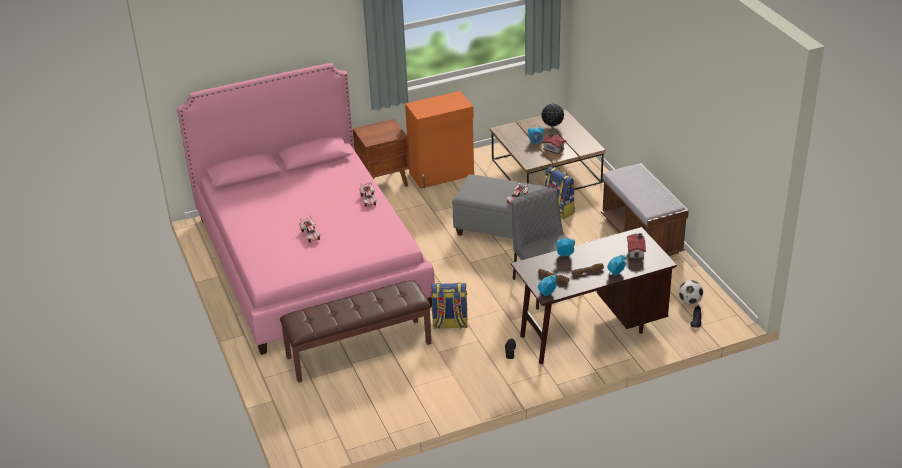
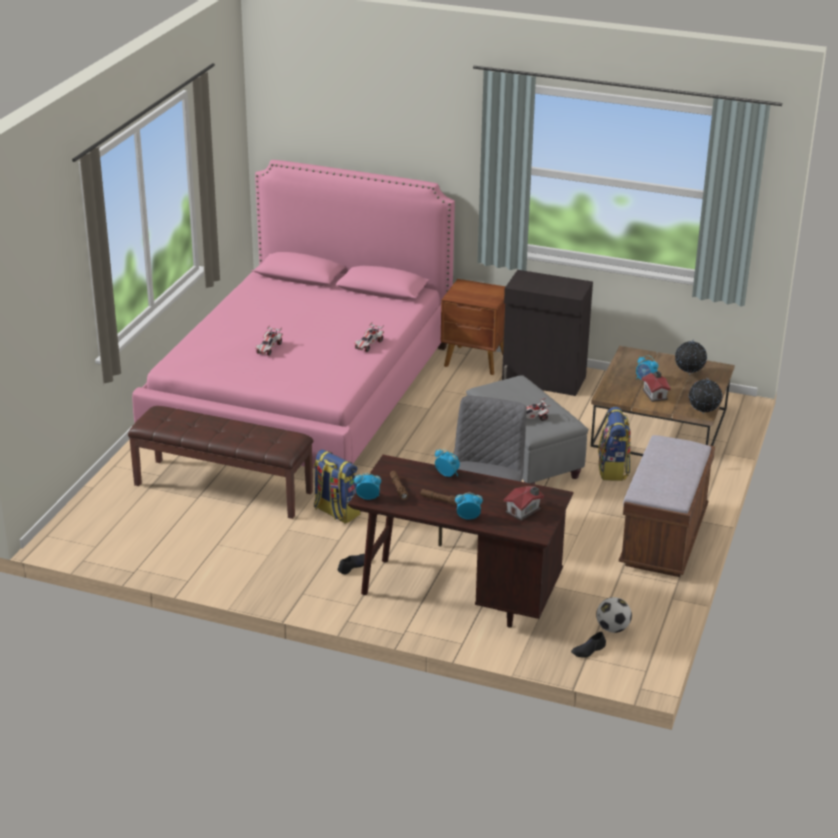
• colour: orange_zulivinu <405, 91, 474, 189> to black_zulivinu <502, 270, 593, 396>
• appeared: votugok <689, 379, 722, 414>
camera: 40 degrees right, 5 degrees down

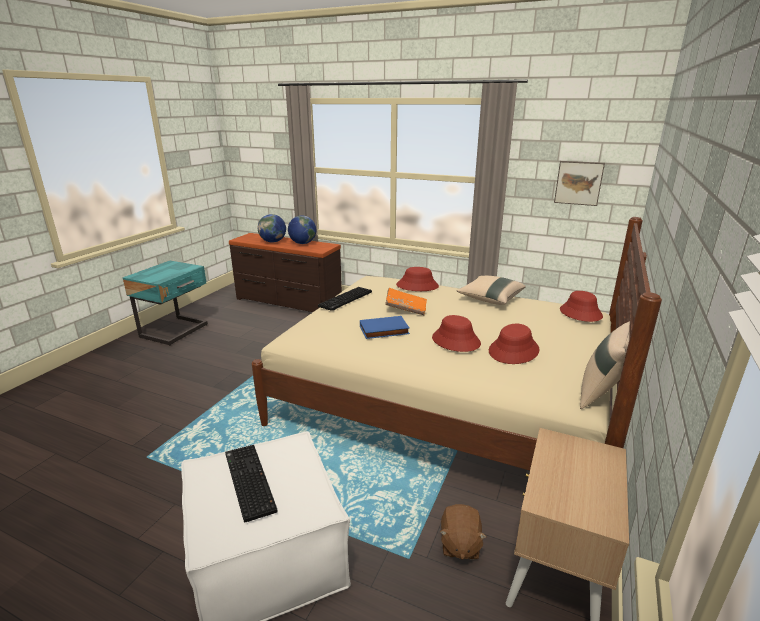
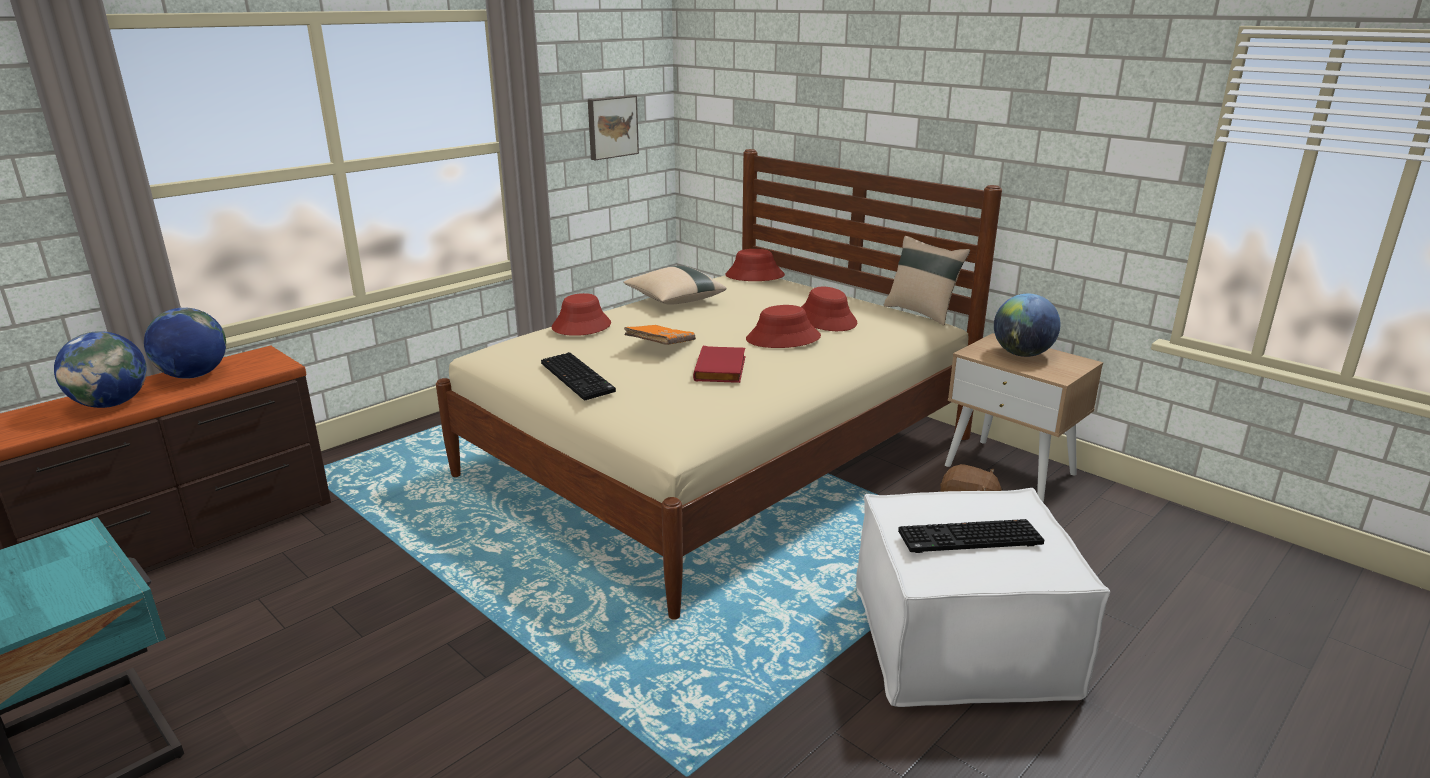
• colour: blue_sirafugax <360, 316, 410, 339> to red_sirafugax <693, 346, 745, 383>
• appeared: votugok <994, 294, 1060, 357>
camera: 70 degrees left, 0 degrees up

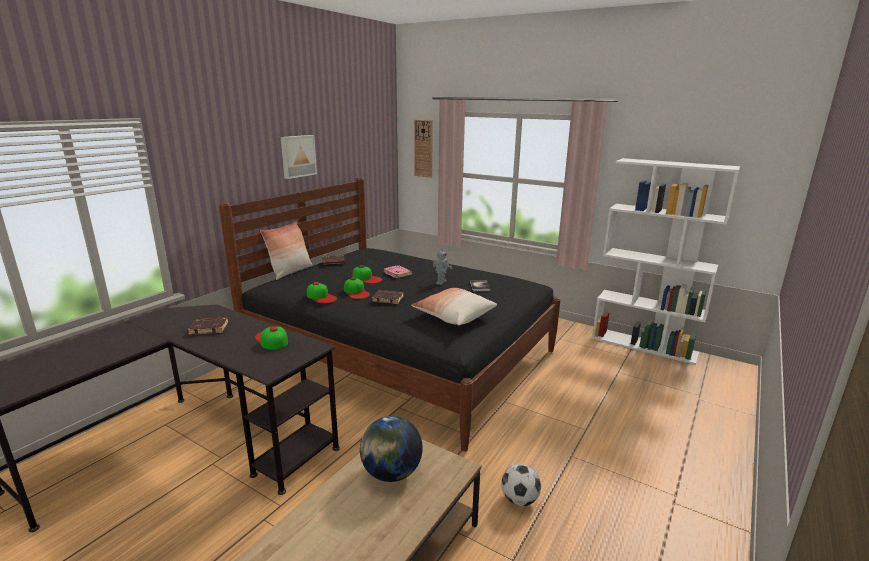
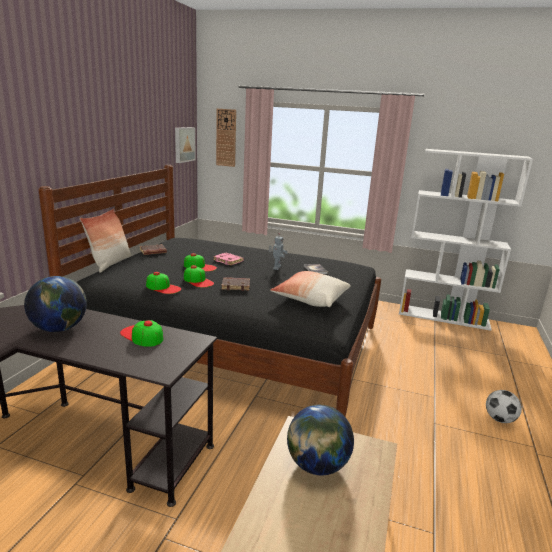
• exchanged: brown_sirafugax <188, 318, 228, 335> to votugok <24, 276, 87, 332>
• relocated: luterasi <281, 135, 317, 179> to <175, 127, 195, 163>
• relocated: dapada <501, 464, 541, 506> to <486, 390, 522, 423>
camera: 15 degrees left, 0 degrees up

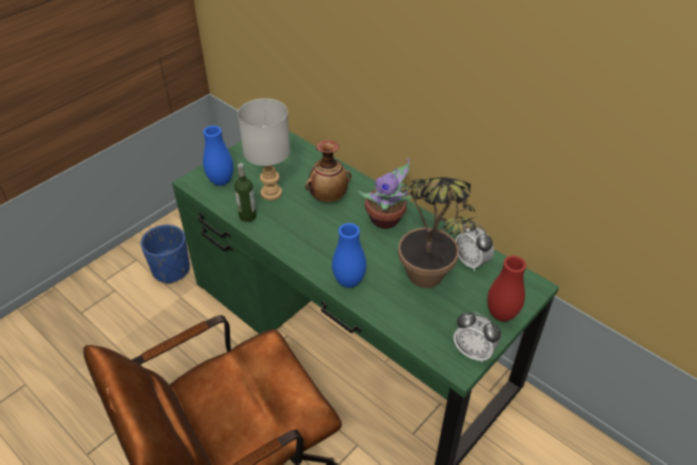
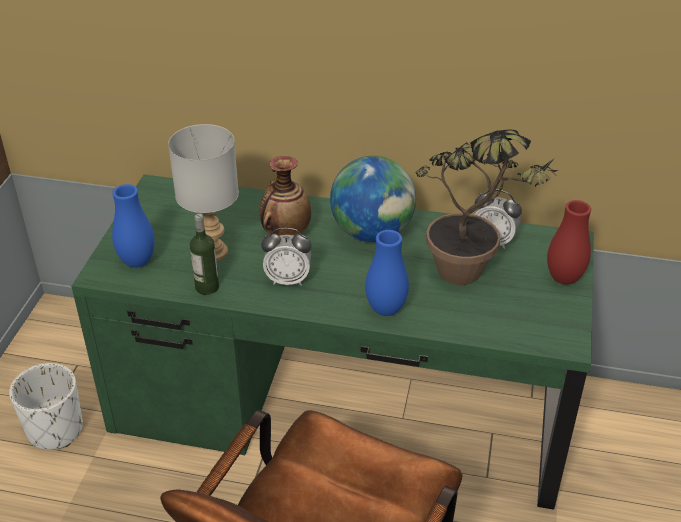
• colour: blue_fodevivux <141, 225, 190, 284> to white_fodevivux <9, 363, 83, 450>
• relocated: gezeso <453, 312, 501, 363> to <261, 228, 312, 285>
• exchanged: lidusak <358, 158, 413, 229> to votugok <330, 156, 416, 242>
camera: 30 degrees left, 5 degrees down

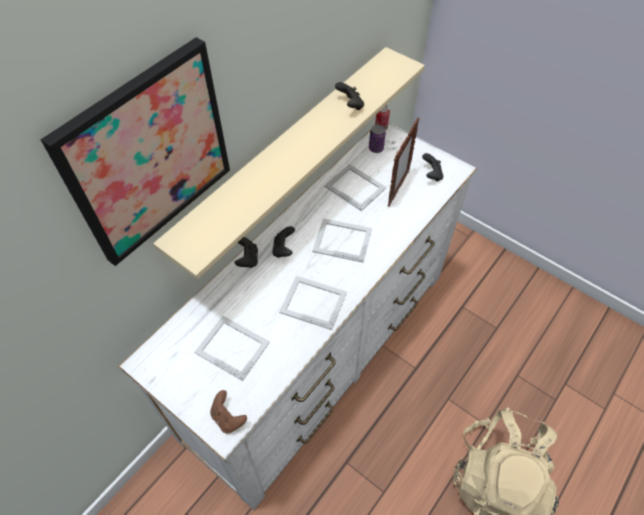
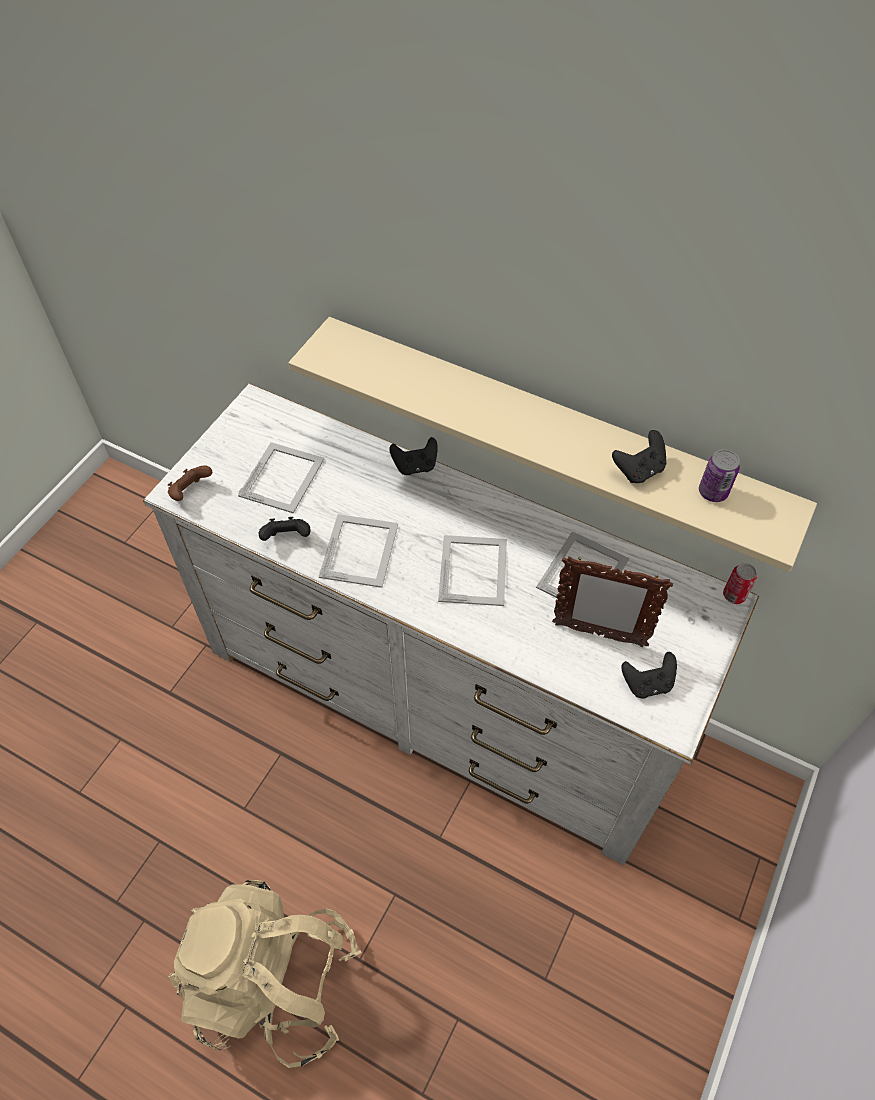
• relocated: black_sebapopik <272, 226, 295, 258> to <259, 517, 311, 541>
• relocated: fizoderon <369, 125, 386, 153> to <699, 449, 740, 502>
• missing: luterasi <41, 37, 230, 266>
camera: 80 degrees right, 0 degrees up

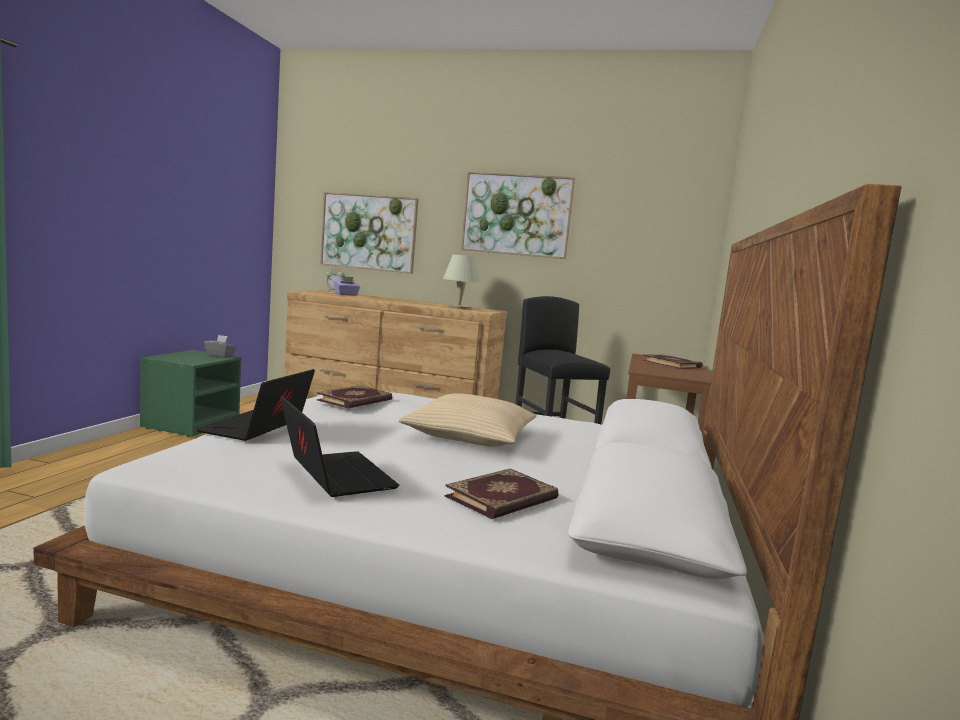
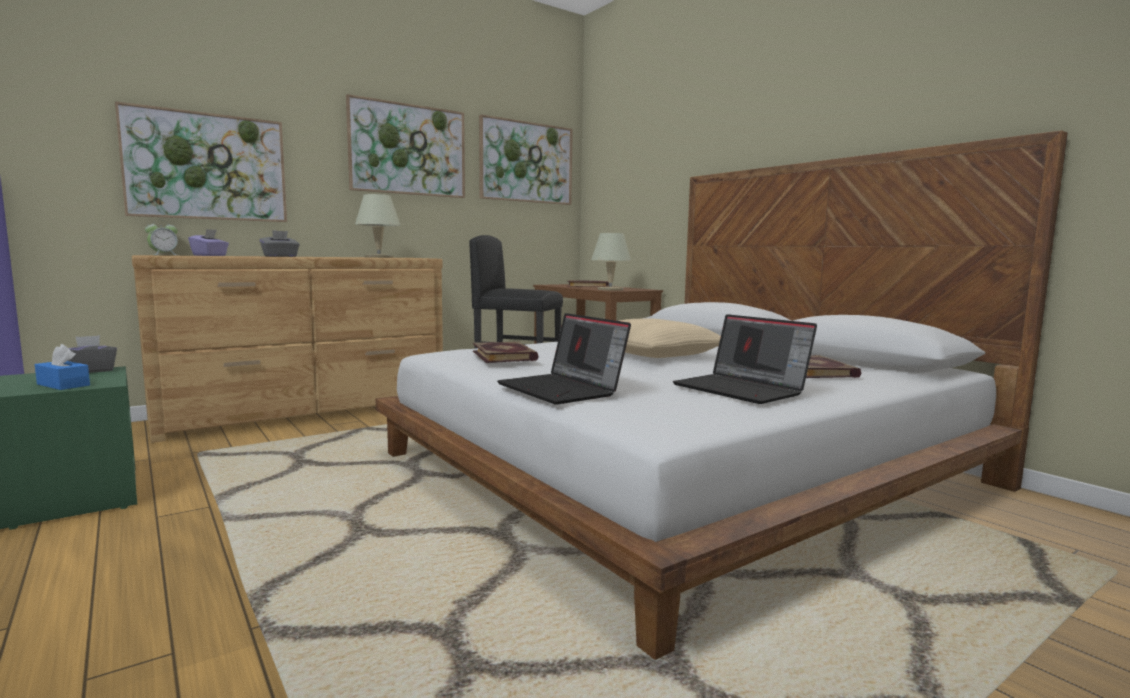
• appeared: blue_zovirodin <35, 344, 90, 390>
• appeared: grey_zovirodin <260, 230, 300, 257>
• appeared: luterasi <479, 114, 573, 205>
• appeared: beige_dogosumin <591, 233, 631, 291>
• spun: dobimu <280, 396, 400, 497> = <673, 314, 817, 404> 135 degrees counterclockwise
camera: 50 degrees left, 0 degrees up

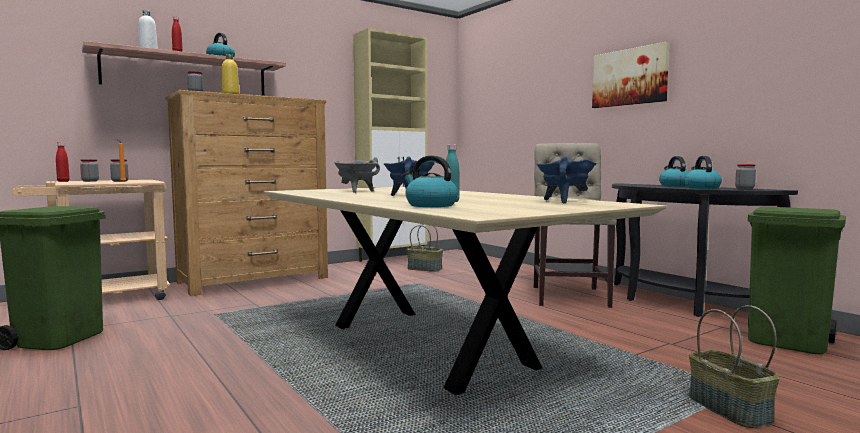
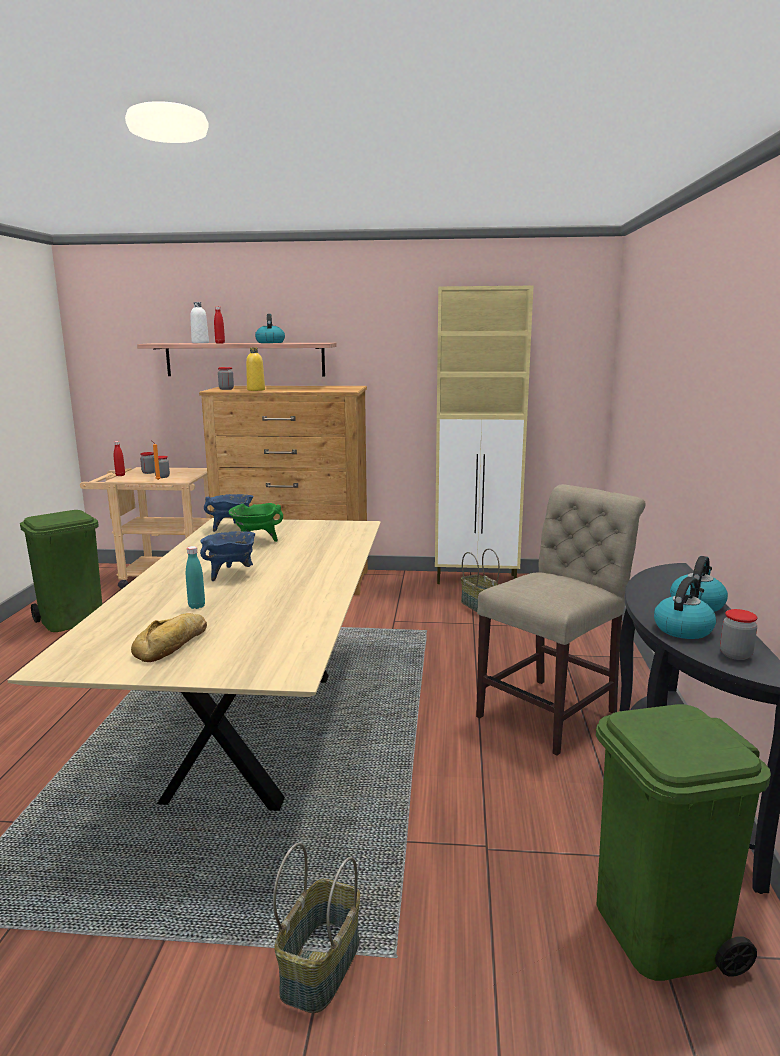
• appeared: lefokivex <131, 613, 207, 662>
• relocated: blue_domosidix <537, 156, 596, 203> to <204, 494, 253, 532>
• colour: grey_domosidix <334, 157, 380, 193> to green_domosidix <229, 503, 283, 542>
• missing: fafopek <403, 155, 458, 207>
• missing: luterasi <592, 42, 669, 108>
camera: 40 degrees right, 10 degrees up

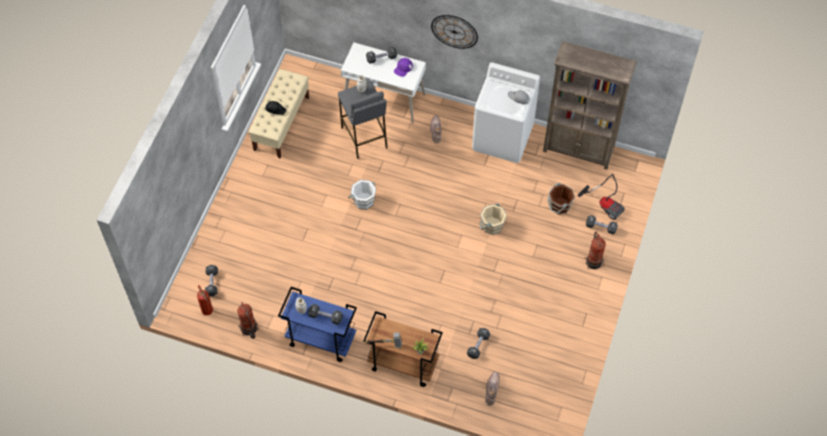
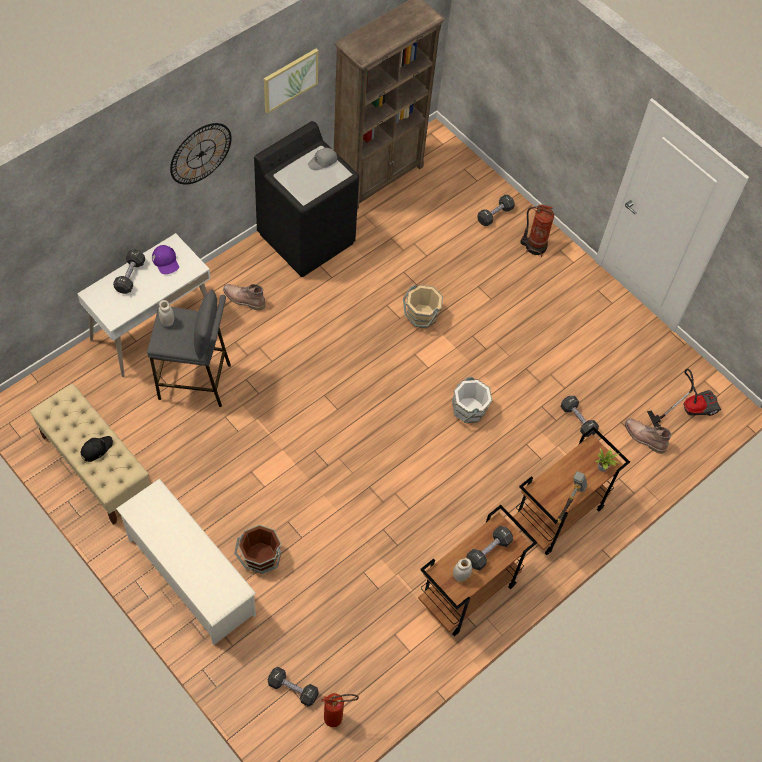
• appeared: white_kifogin <116, 479, 256, 645>
• relocated: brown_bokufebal <548, 183, 575, 215> to <234, 525, 281, 574>
• colour: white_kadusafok <472, 62, 540, 163> to black_kadusafok <254, 121, 359, 277>
• appeared: luterasi <264, 49, 318, 114>
• colour: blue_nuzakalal <278, 287, 357, 362> to brown_nuzakalal <418, 505, 538, 636>
• relocated: white_bokufebal <348, 179, 376, 210> to <452, 377, 492, 423>
• relocated: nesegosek <577, 174, 625, 220> to <647, 369, 721, 427>
• missing: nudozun <237, 302, 259, 339>
camera: 65 degrees left, 0 degrees up

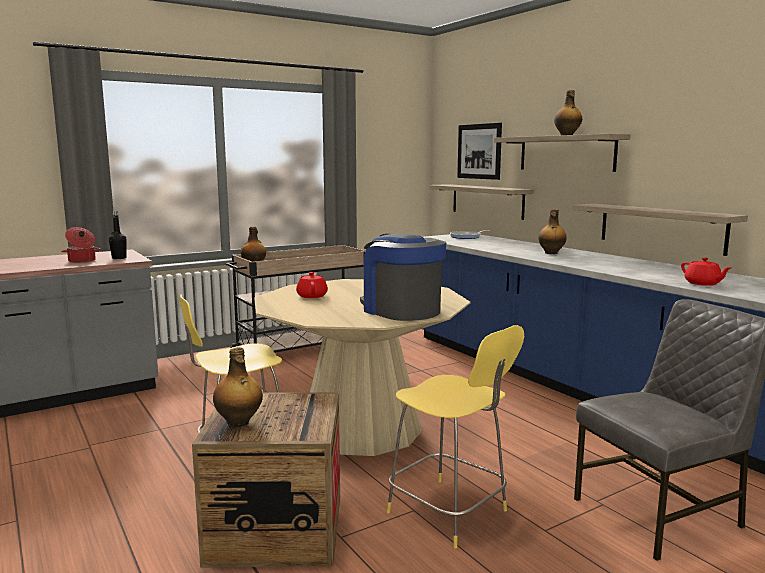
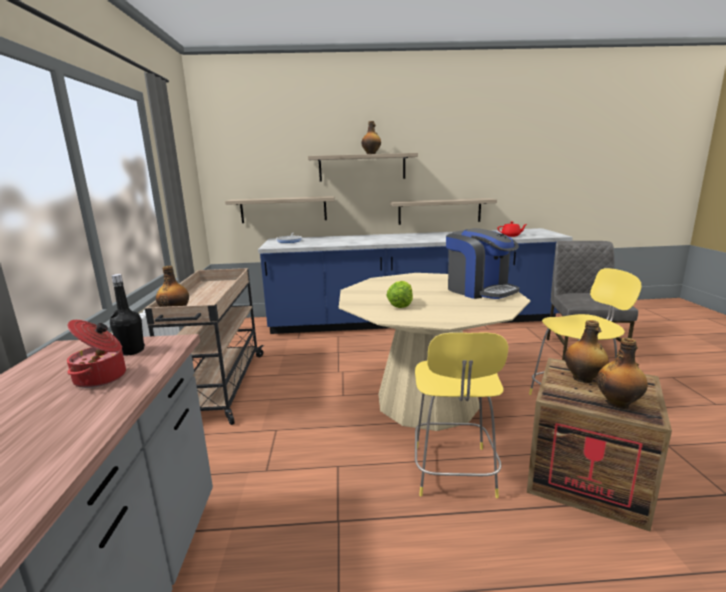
• exchanged: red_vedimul <296, 272, 328, 298> to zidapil <387, 281, 413, 308>
• spun: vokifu <360, 233, 446, 321> = <446, 228, 520, 299> 120 degrees counterclockwise
• relocated: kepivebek <538, 209, 567, 254> to <564, 320, 609, 383>
• missing: luterasi <457, 123, 502, 180>
camera: 60 degrees left, 5 degrees up

